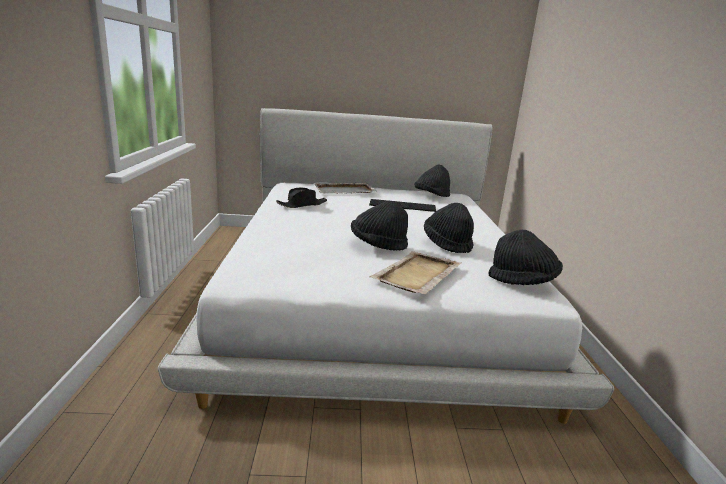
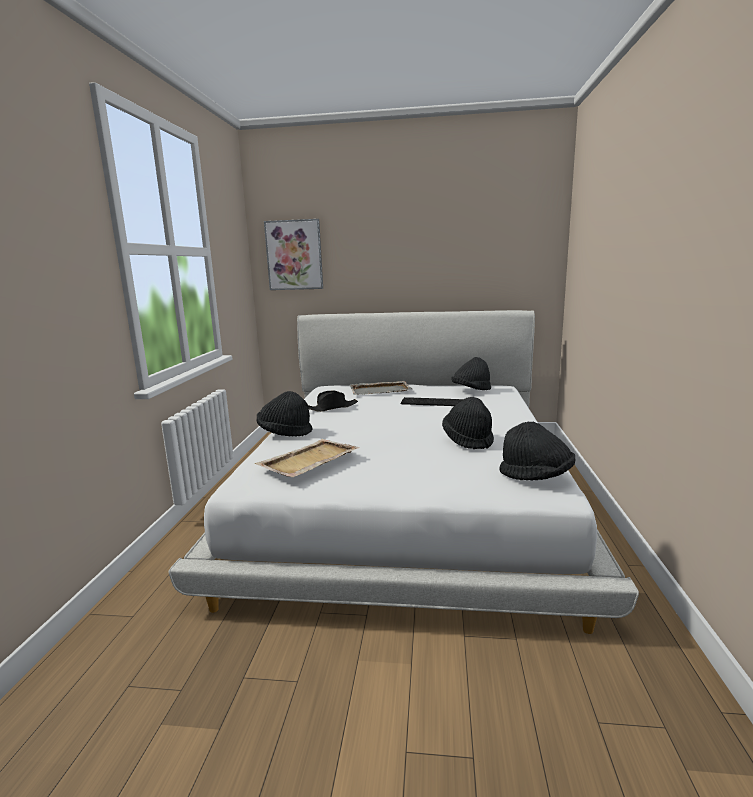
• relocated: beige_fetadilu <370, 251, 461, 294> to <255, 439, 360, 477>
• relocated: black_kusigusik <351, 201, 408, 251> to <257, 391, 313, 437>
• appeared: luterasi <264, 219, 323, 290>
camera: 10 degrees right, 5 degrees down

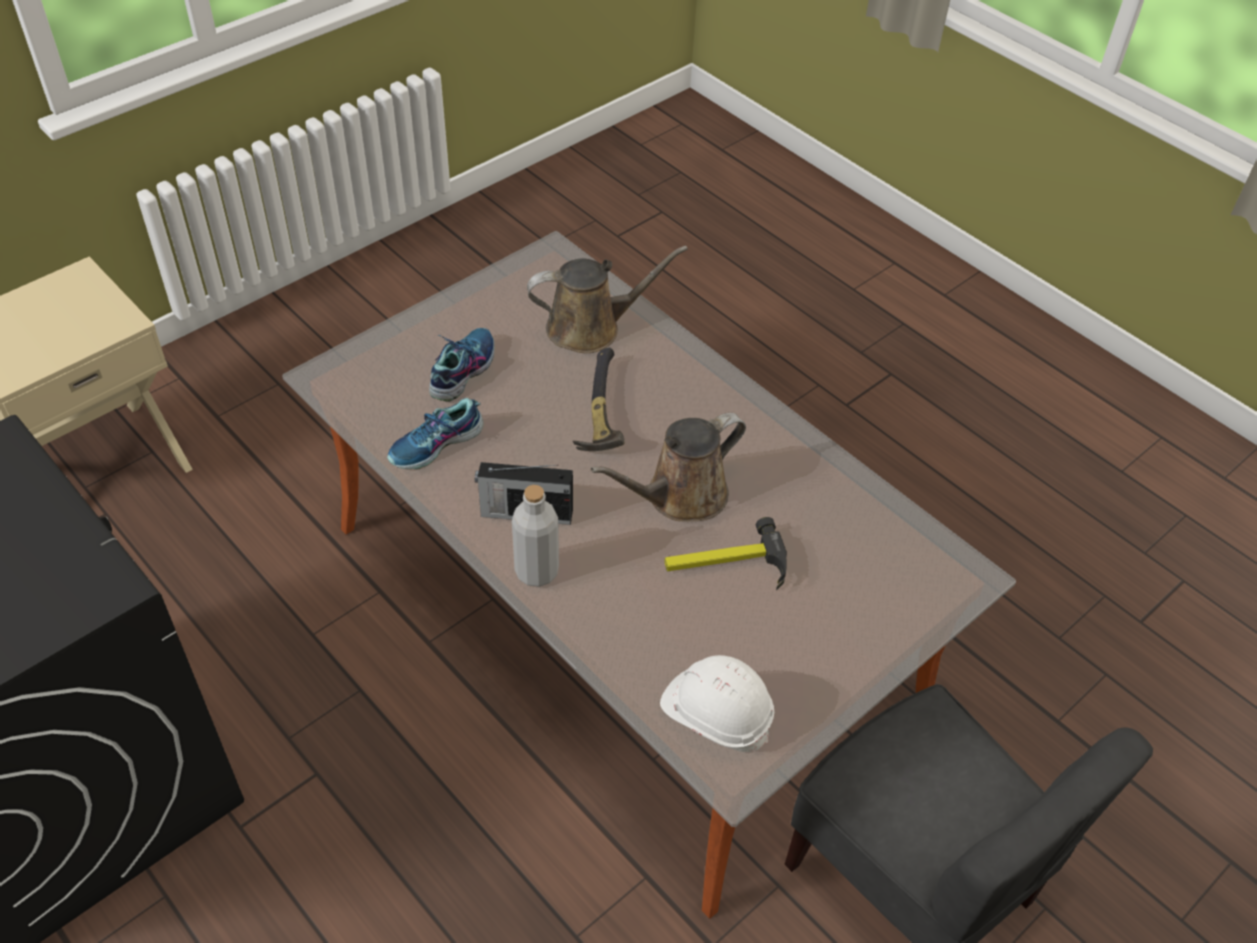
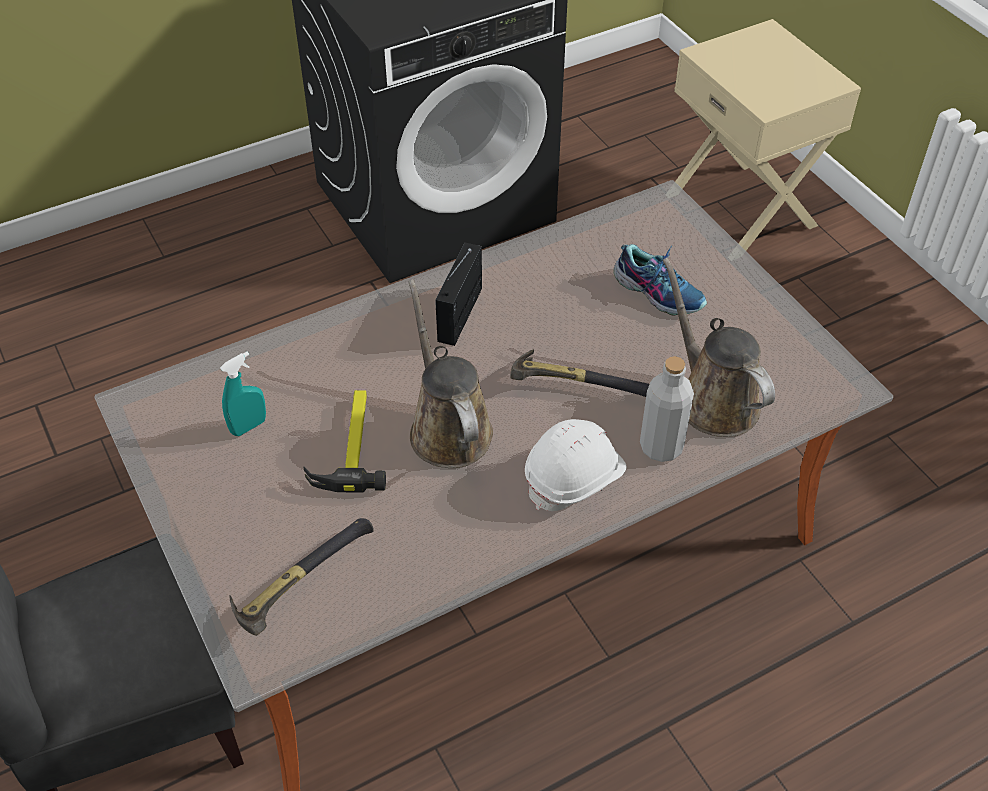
• appeared: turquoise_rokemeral <220, 351, 266, 436>
• appeared: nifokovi <229, 518, 374, 636>
• relocated: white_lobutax <660, 655, 774, 752> to <525, 419, 627, 511>
• relocated: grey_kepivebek <512, 485, 559, 587> to <640, 356, 694, 462>
• spun: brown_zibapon <527, 246, 688, 353> = <663, 257, 775, 437> 150 degrees clockwise
• missing: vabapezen <387, 398, 484, 469>
camera: 105 degrees right, 0 degrees up

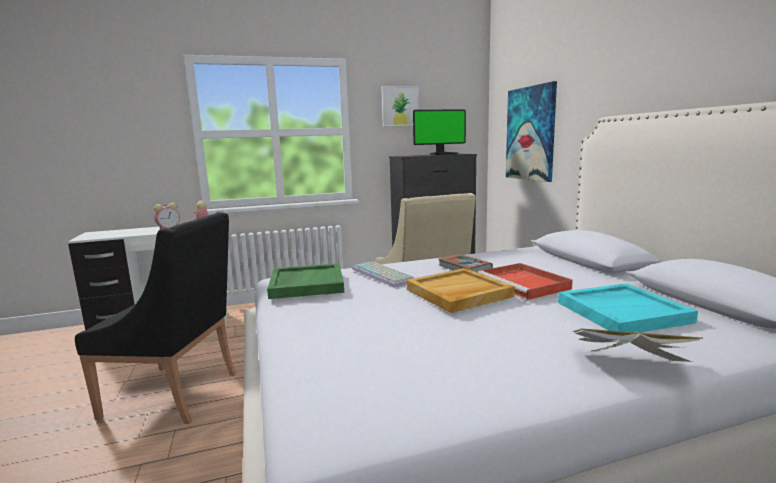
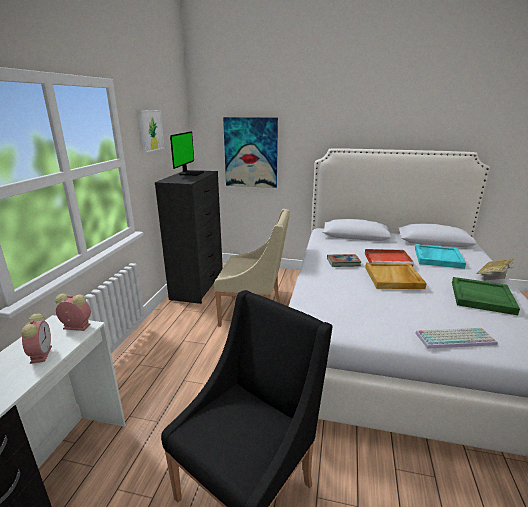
• relocated: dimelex <352, 261, 415, 287> to <415, 328, 498, 349>
• relocated: green_fetadilu <267, 263, 344, 299> to <452, 277, 520, 315>
camera: 60 degrees left, 10 degrees up

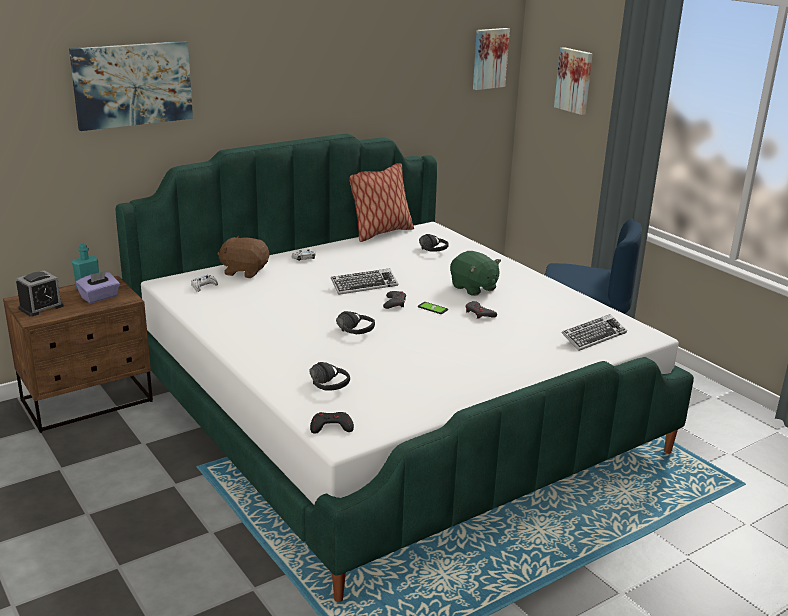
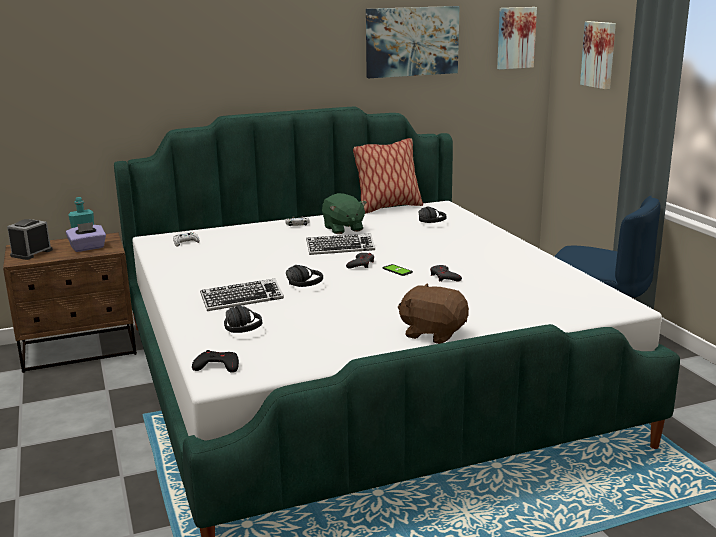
• spun: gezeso <16, 270, 64, 317> = <7, 219, 53, 260> 150 degrees clockwise
• relocated: dimelex <562, 314, 627, 351> to <200, 278, 284, 311>
• relocated: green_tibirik <450, 251, 501, 296> to <322, 193, 367, 234>
• relocated: luterasi <69, 41, 193, 131> to <366, 6, 460, 78>
• relocated: brown_tibirik <218, 236, 269, 278> to <398, 283, 469, 344>
camera: 15 degrees right, 5 degrees down

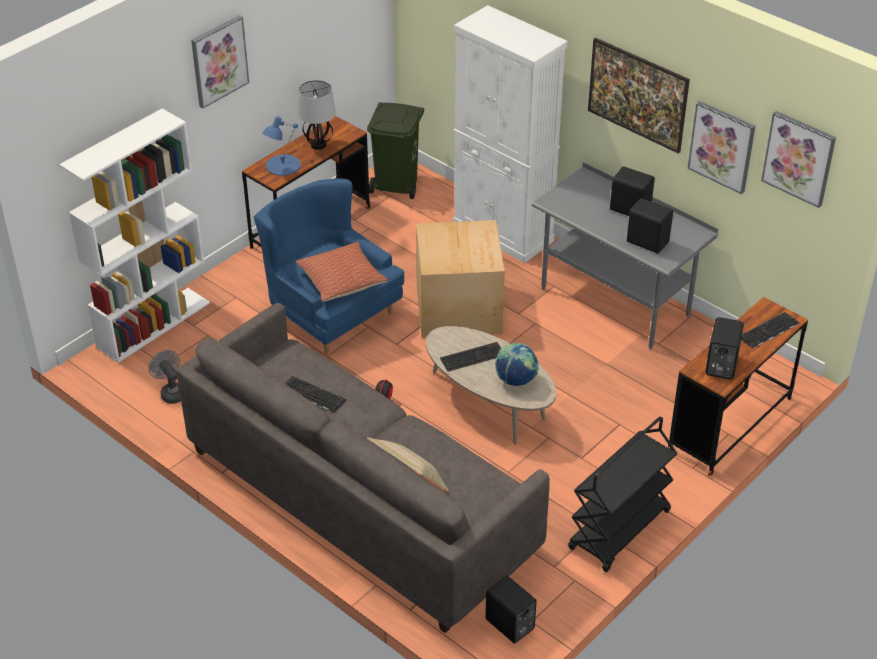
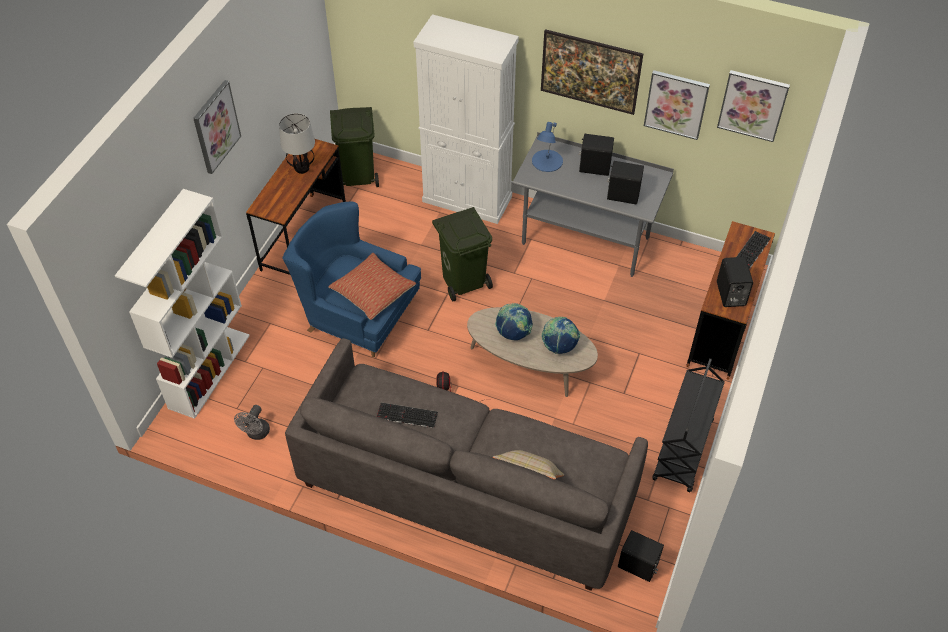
• spun: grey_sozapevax <148, 350, 181, 404> = <234, 405, 270, 440> 105 degrees counterclockwise
• exchanged: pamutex <416, 220, 505, 338> to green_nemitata <432, 207, 493, 301>
• exchanged: dimelex <440, 342, 501, 372> to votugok <495, 303, 533, 340>
• relocated: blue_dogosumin <262, 116, 301, 176> to <532, 122, 563, 172>
camera: 20 degrees left, 10 degrees up

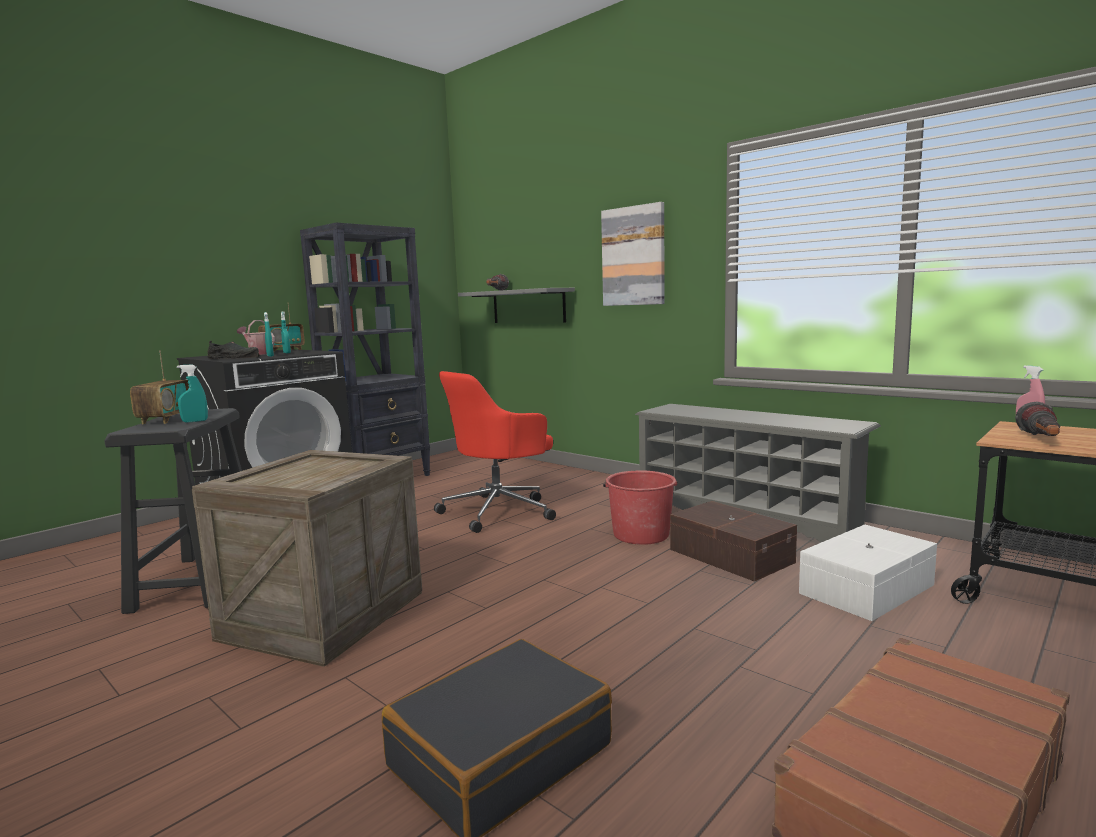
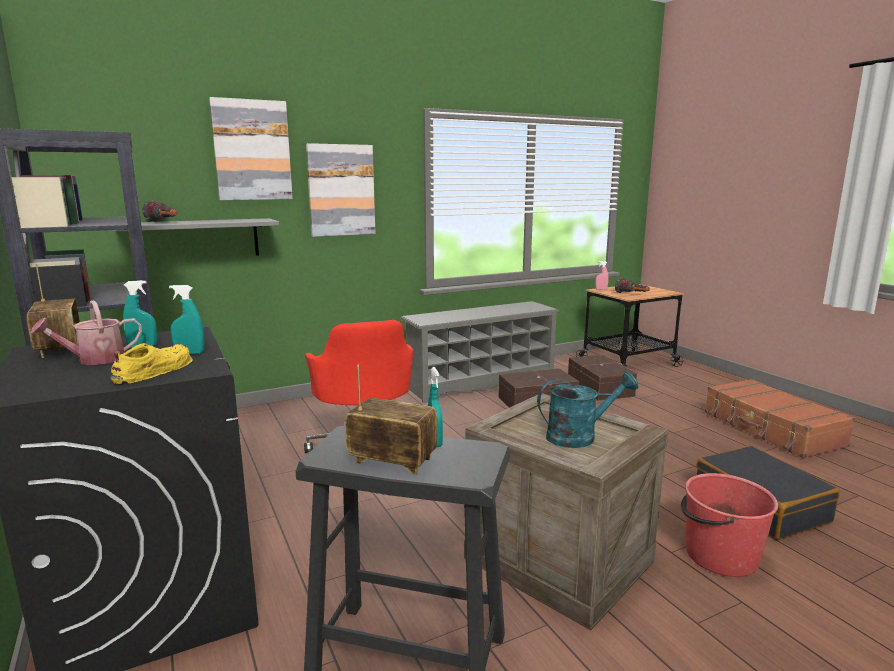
• colour: black_vabapezen <207, 341, 259, 359> to yellow_vabapezen <110, 343, 193, 384>
• appeared: luterasi <209, 97, 293, 200>
• appeared: turquoise_zibapon <537, 372, 638, 448>
• colour: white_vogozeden <799, 524, 937, 621> to brown_vogozeden <568, 355, 637, 401>
• relocated: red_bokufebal <603, 471, 678, 545> to <681, 473, 778, 577>
camera: 70 degrees left, 5 degrees up

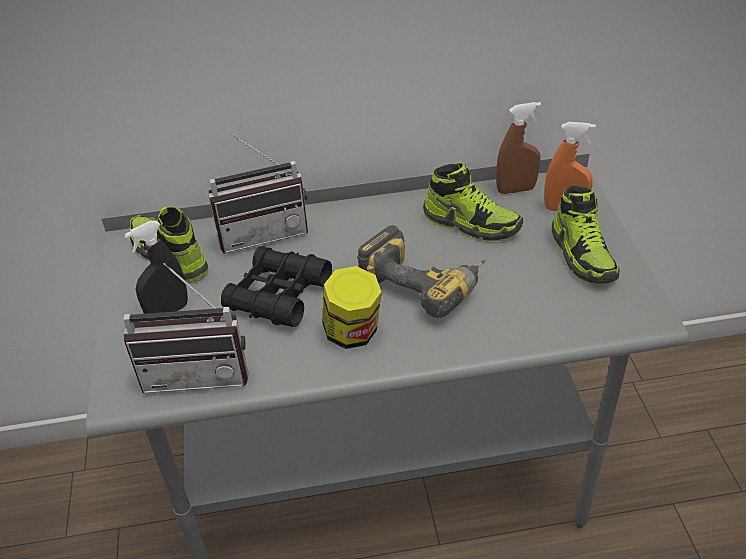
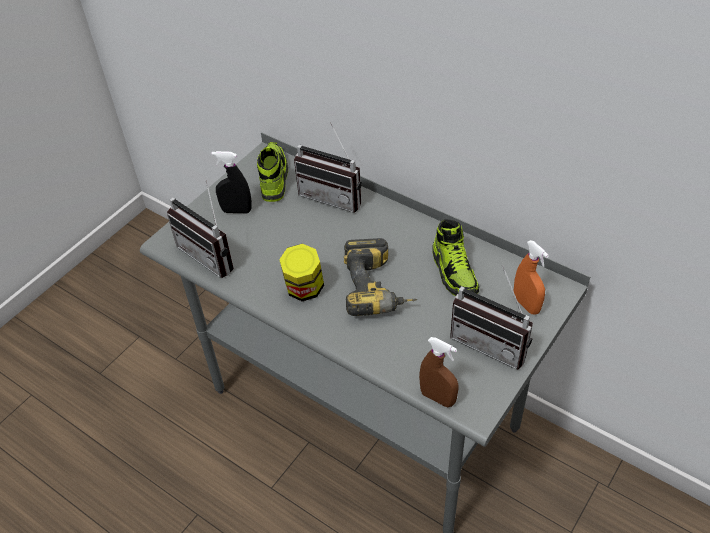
• relocated: brown_rokemeral <496, 102, 541, 194> to <419, 337, 459, 407>
• exchanged: vabapezen <551, 186, 620, 284> to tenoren <450, 265, 533, 370>
• missing: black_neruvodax <221, 246, 332, 327>
camera: 45 degrees right, 5 degrees up

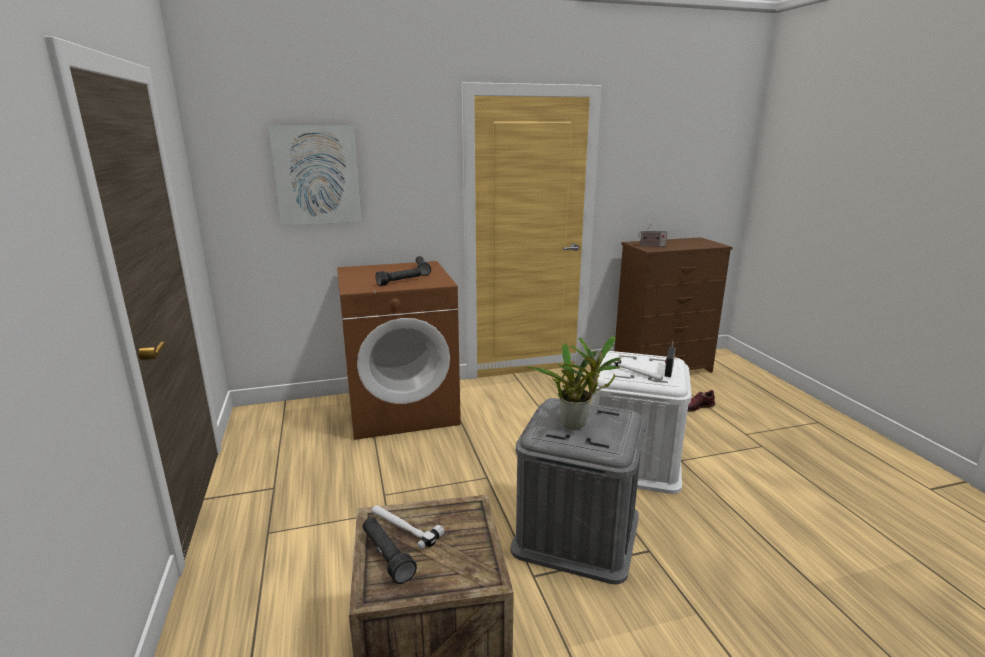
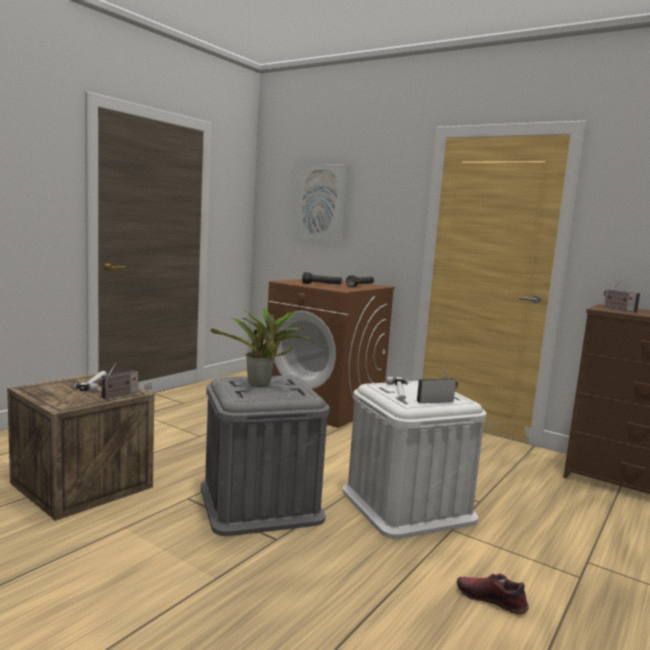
• appeared: tenoren <99, 363, 138, 399>
• relocated: vabapezen <688, 390, 715, 412> to <457, 574, 529, 615>
• missing: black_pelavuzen <363, 517, 417, 584>
camera: 50 degrees right, 10 degrees down

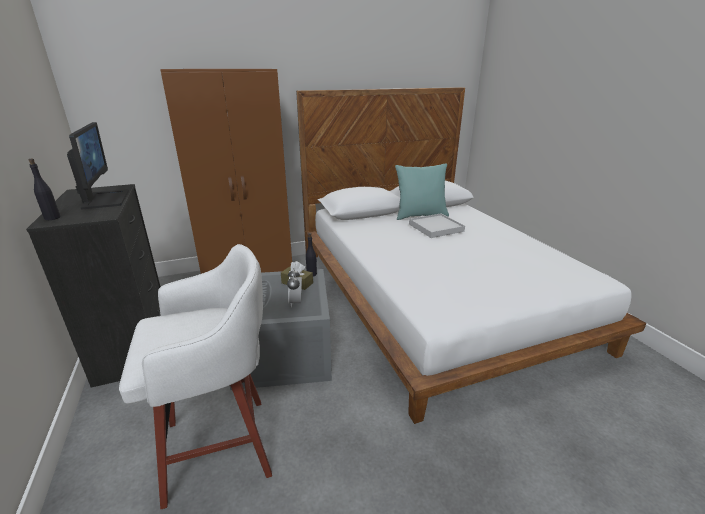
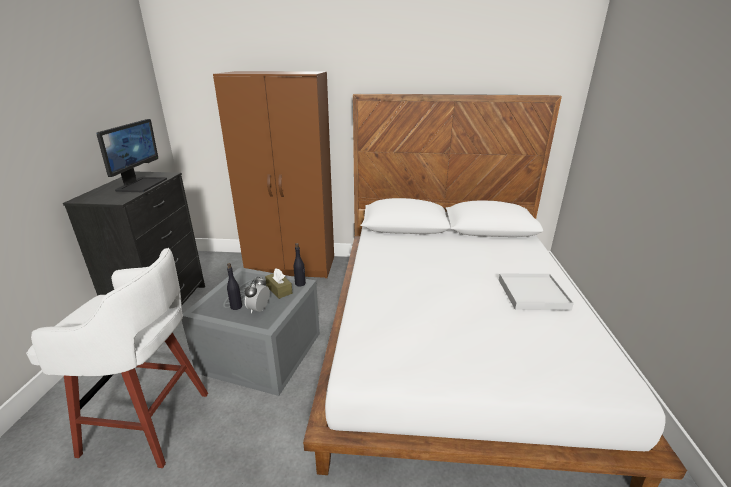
• relocated: black_kepivebek <29, 158, 61, 220> to <227, 263, 242, 310>
• relocated: white_fetadilu <409, 213, 465, 238> to <499, 274, 574, 310>
• missing: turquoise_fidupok <395, 164, 449, 220>
camera: 25 degrees right, 0 degrees up

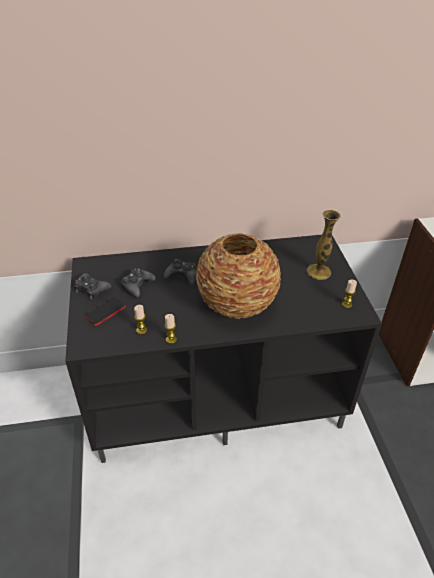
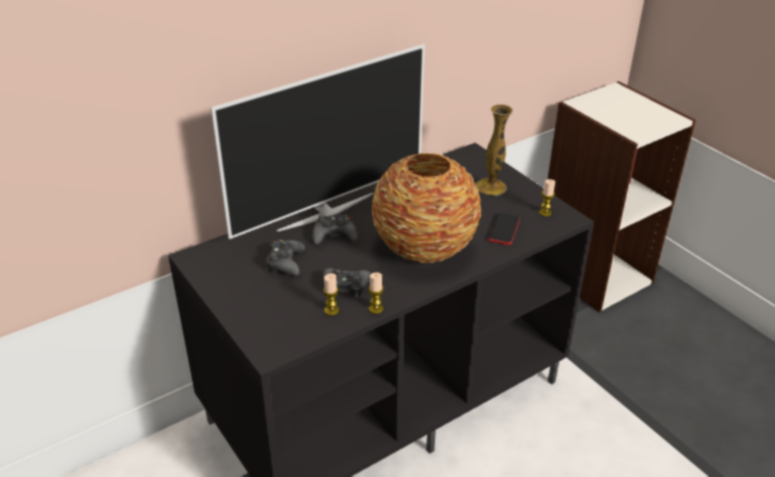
• appeared: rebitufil <211, 44, 425, 239>
• relocated: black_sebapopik <74, 273, 111, 299> to <323, 268, 371, 298>
• relocated: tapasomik <85, 297, 125, 326> to <488, 213, 520, 245>
camera: 25 degrees left, 5 degrees down

